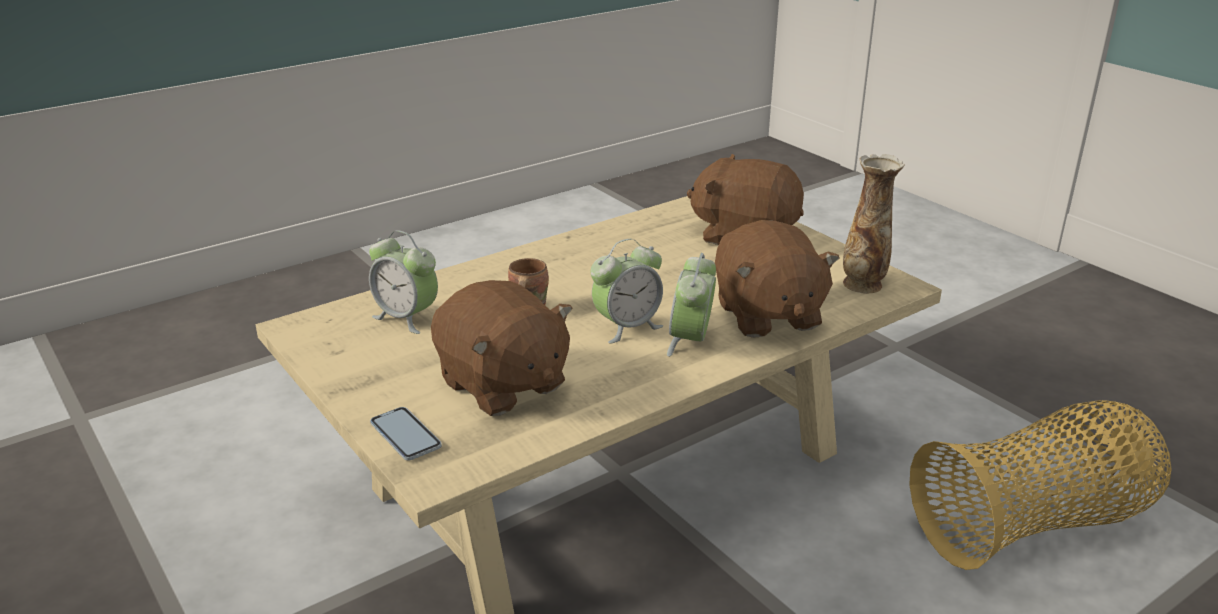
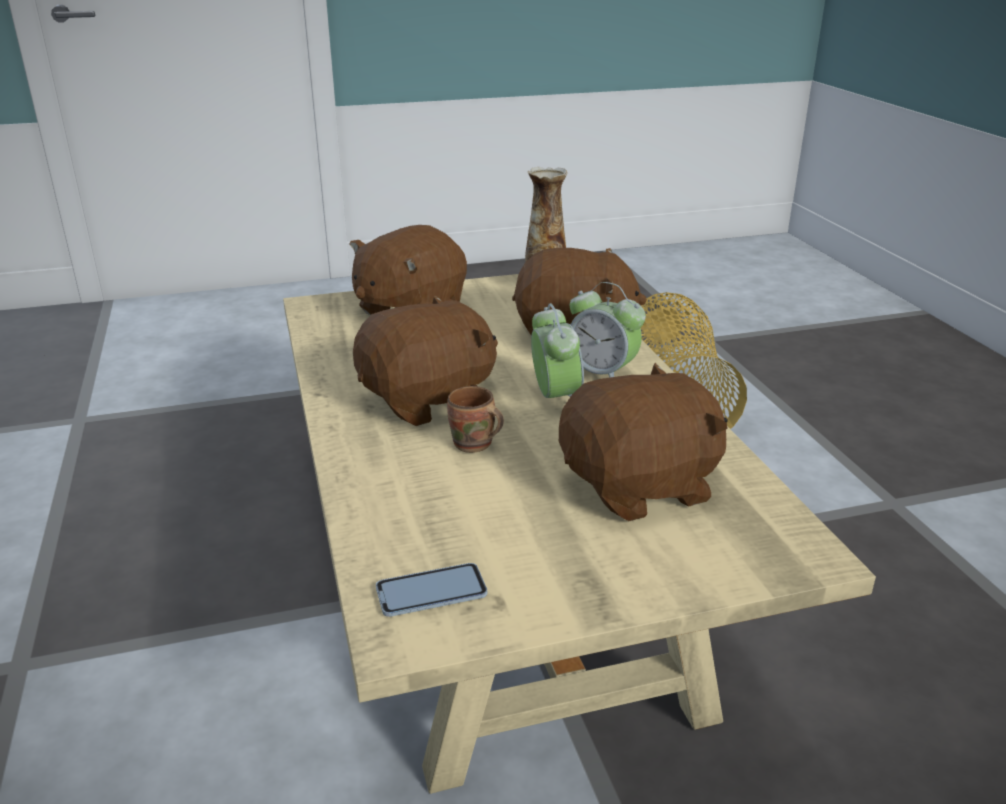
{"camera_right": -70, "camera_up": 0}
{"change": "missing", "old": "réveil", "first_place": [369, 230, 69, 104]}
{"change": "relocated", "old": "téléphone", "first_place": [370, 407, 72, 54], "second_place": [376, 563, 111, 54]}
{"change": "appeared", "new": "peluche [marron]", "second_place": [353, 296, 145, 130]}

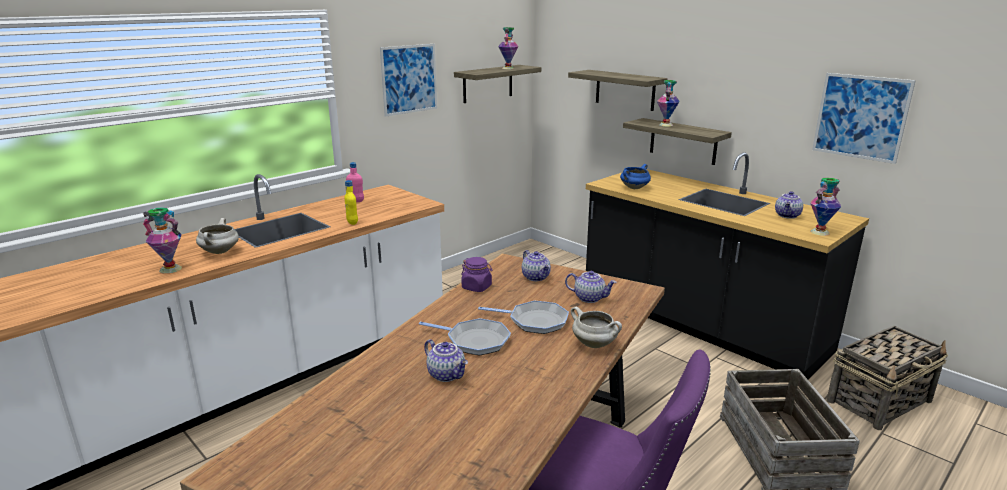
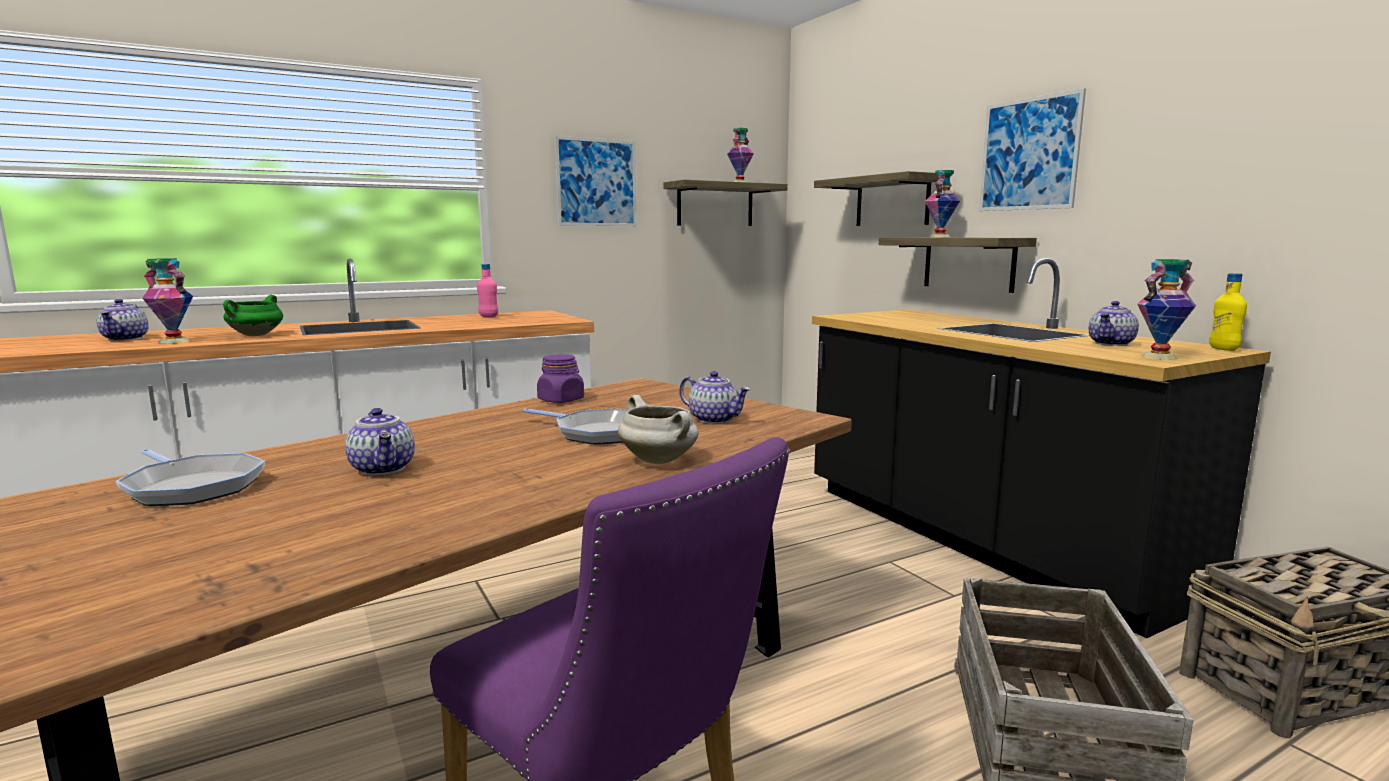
{"camera_right": 15, "camera_up": -10}
{"change": "relocated", "old": "tableau", "first_place": [812, 73, 104, 91], "second_place": [979, 88, 107, 123]}
{"change": "missing", "old": "marmite [bleu]", "first_place": [620, 164, 31, 25]}
{"change": "relocated", "old": "bouteille [jaune]", "first_place": [344, 180, 14, 45], "second_place": [1209, 273, 38, 78]}
{"change": "colour", "old": "marmite [blanc]", "new": "marmite [vert]", "first_place": [196, 218, 43, 36], "second_place": [223, 295, 60, 41]}
{"change": "relocated", "old": "théière", "first_place": [522, 250, 29, 31], "second_place": [97, 299, 52, 42]}
{"change": "relocated", "old": "poêle", "first_place": [419, 318, 92, 37], "second_place": [115, 449, 150, 57]}

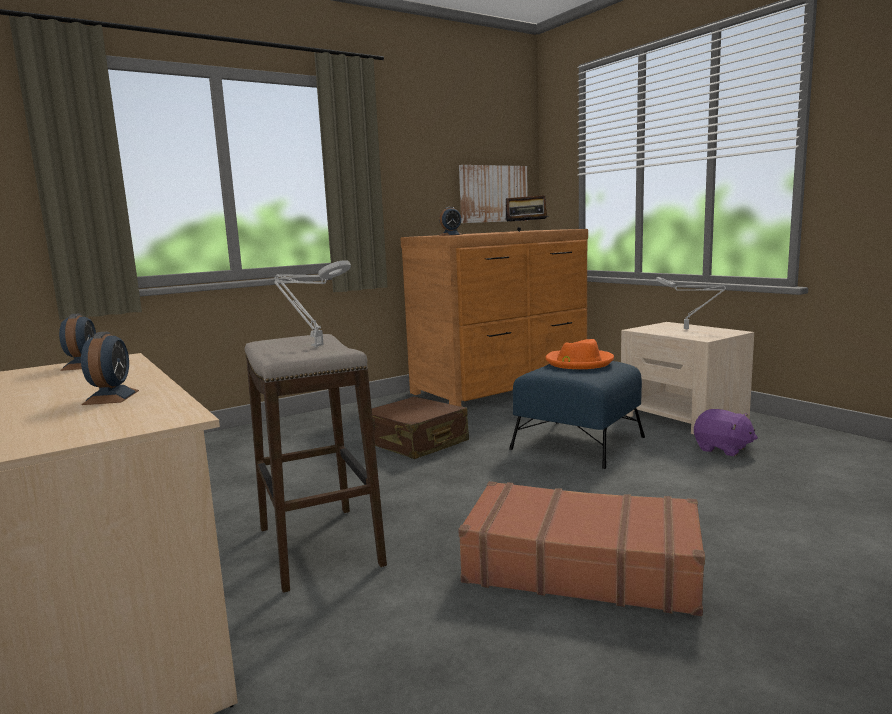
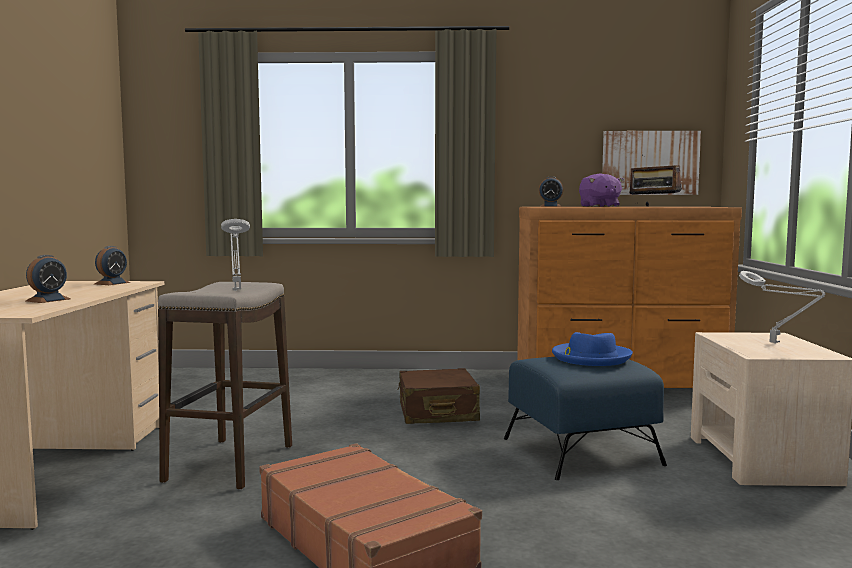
{"camera_right": 35, "camera_up": -5}
{"change": "colour", "old": "chapeau [orange]", "new": "chapeau [bleu]", "first_place": [545, 339, 69, 30], "second_place": [552, 332, 81, 34]}
{"change": "relocated", "old": "peluche [violet]", "first_place": [694, 409, 64, 47], "second_place": [579, 173, 45, 34]}

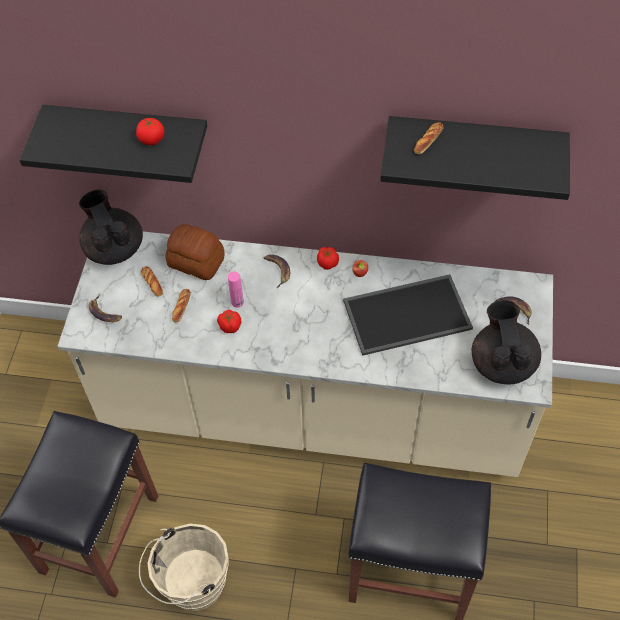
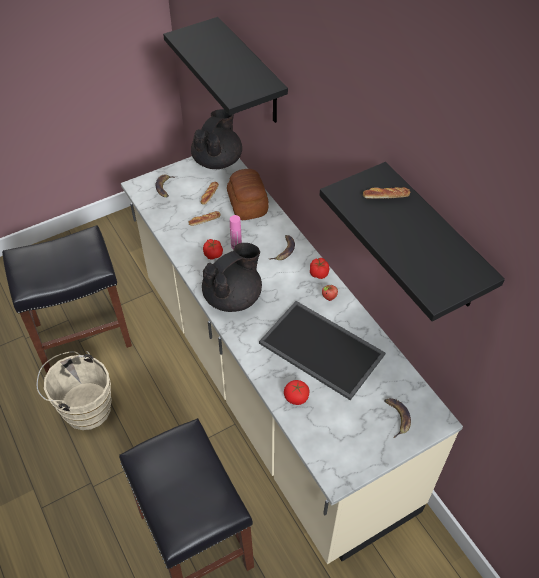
{"camera_right": 50, "camera_up": -5}
{"change": "relocated", "old": "tomate", "first_place": [136, 118, 28, 27], "second_place": [284, 380, 25, 25]}
{"change": "relocated", "old": "théière [noir]", "first_place": [472, 300, 69, 84], "second_place": [202, 243, 60, 69]}

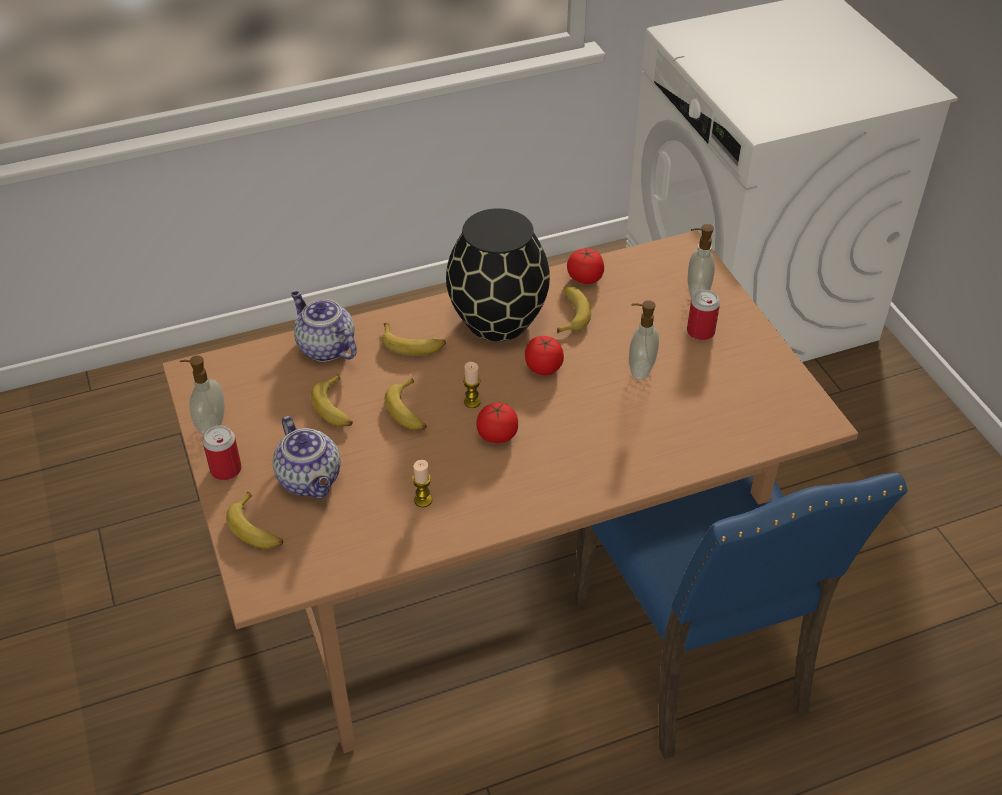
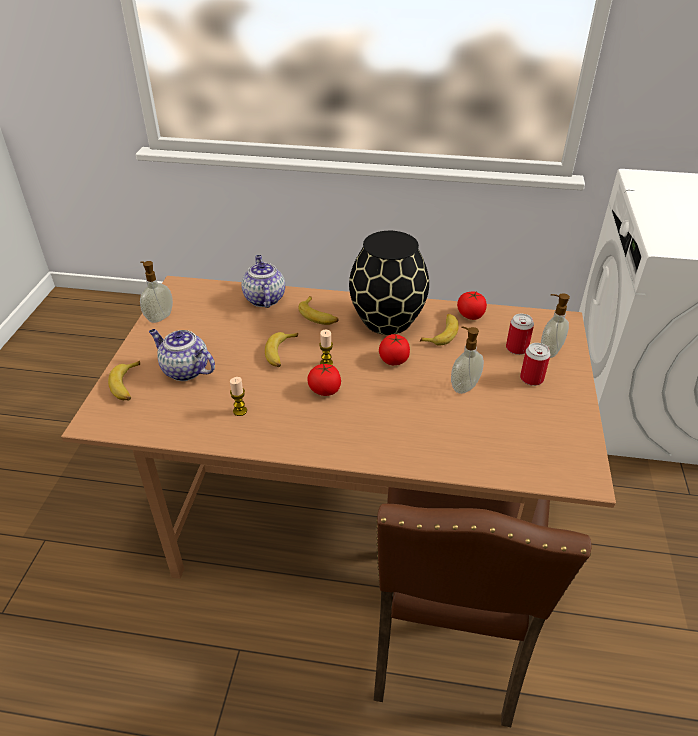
{"camera_right": 30, "camera_up": -5}
{"change": "missing", "old": "banane", "first_place": [311, 374, 42, 53]}
{"change": "spun", "old": "théière", "first_place": [273, 416, 68, 82], "second_place": [149, 329, 66, 52], "degrees": 120}
{"change": "relocated", "old": "boîte métallique", "first_place": [203, 426, 39, 54], "second_place": [506, 314, 28, 41]}
{"change": "colour", "old": "chaise [bleu]", "new": "chaise [marron]", "first_place": [573, 473, 335, 286], "second_place": [374, 487, 218, 240]}

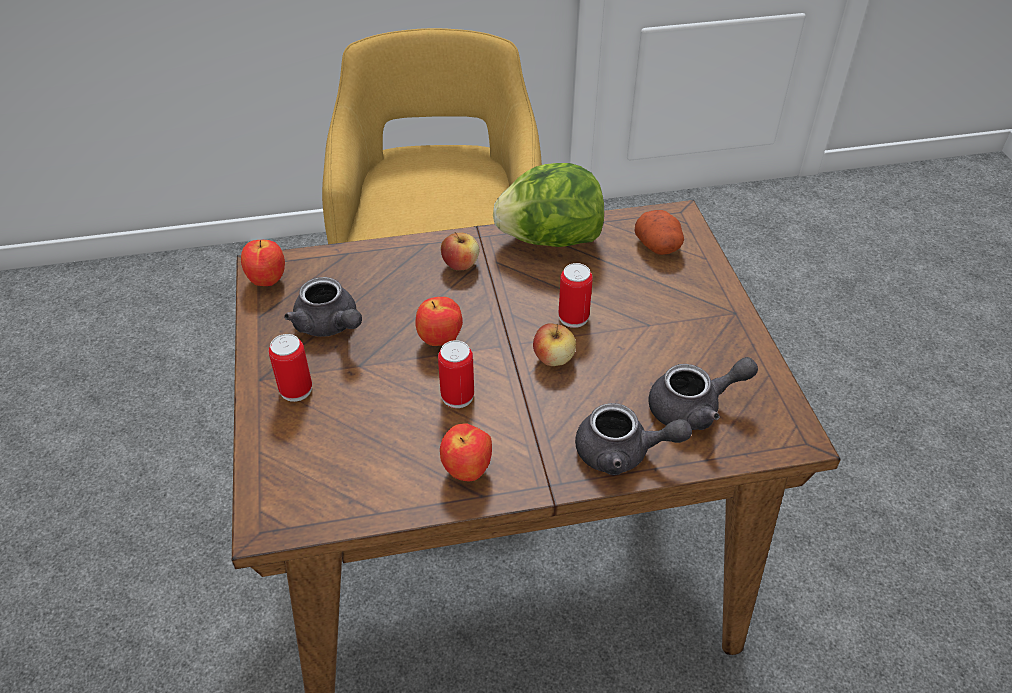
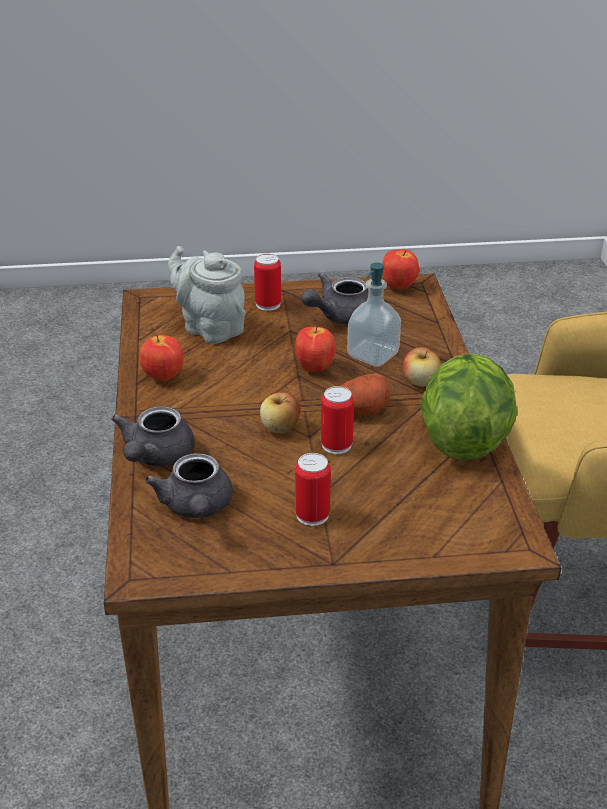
{"camera_right": 95, "camera_up": -10}
{"change": "relocated", "old": "pomme de terre", "first_place": [634, 210, 50, 45], "second_place": [340, 373, 51, 42]}
{"change": "relocated", "old": "boîte métallique", "first_place": [438, 340, 36, 68], "second_place": [295, 453, 36, 73]}
{"change": "appeared", "new": "théière [gris]", "second_place": [168, 246, 77, 98]}
{"change": "appeared", "new": "distributeur de savon", "second_place": [347, 263, 54, 104]}

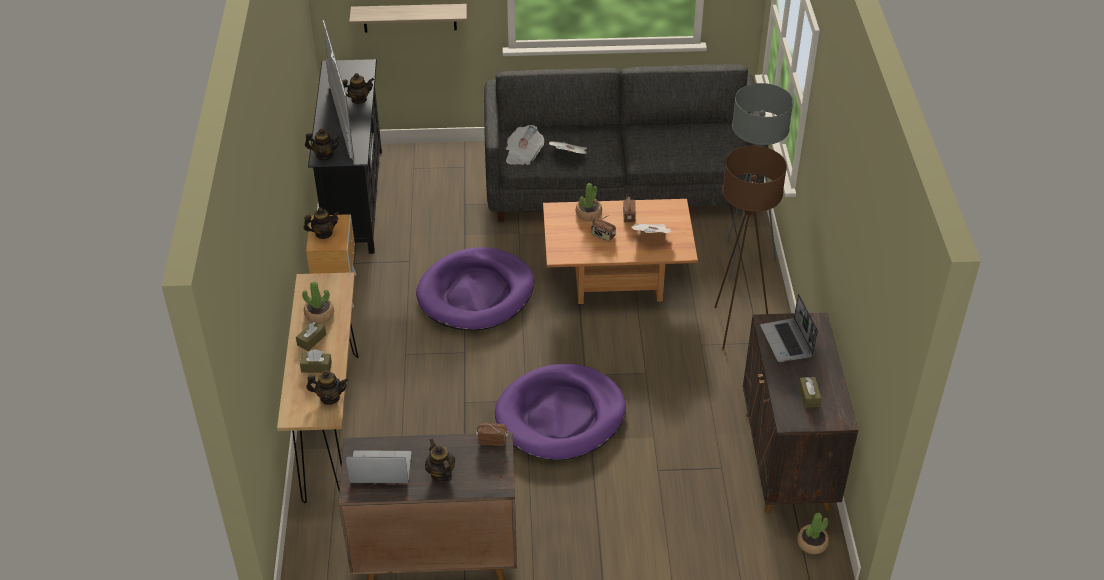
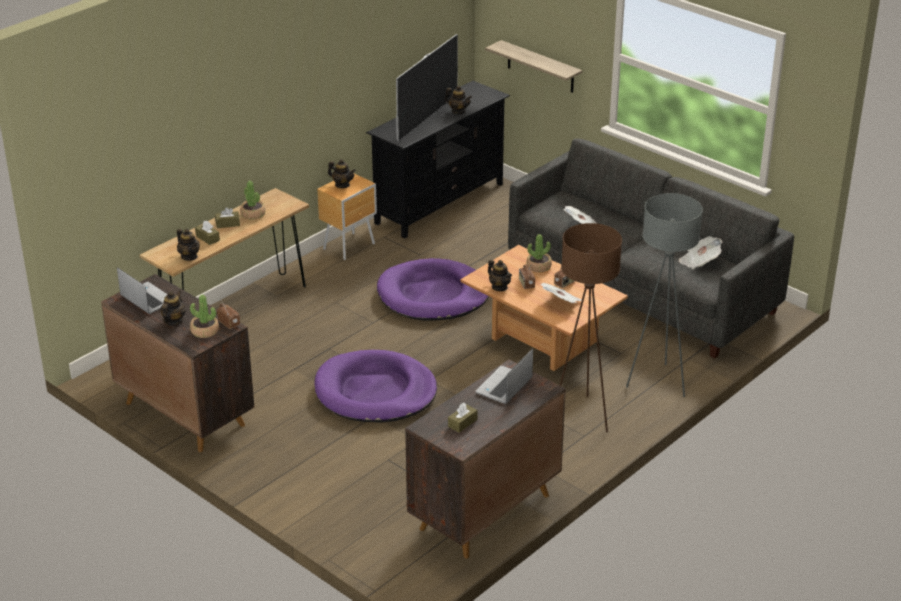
{"camera_right": 45, "camera_up": -10}
{"change": "relocated", "old": "journal", "first_place": [506, 125, 38, 40], "second_place": [679, 236, 44, 33]}
{"change": "relocated", "old": "théière", "first_place": [305, 128, 35, 32], "second_place": [488, 260, 24, 31]}
{"change": "relocated", "old": "plante en pot", "first_place": [797, 512, 32, 42], "second_place": [190, 295, 29, 43]}

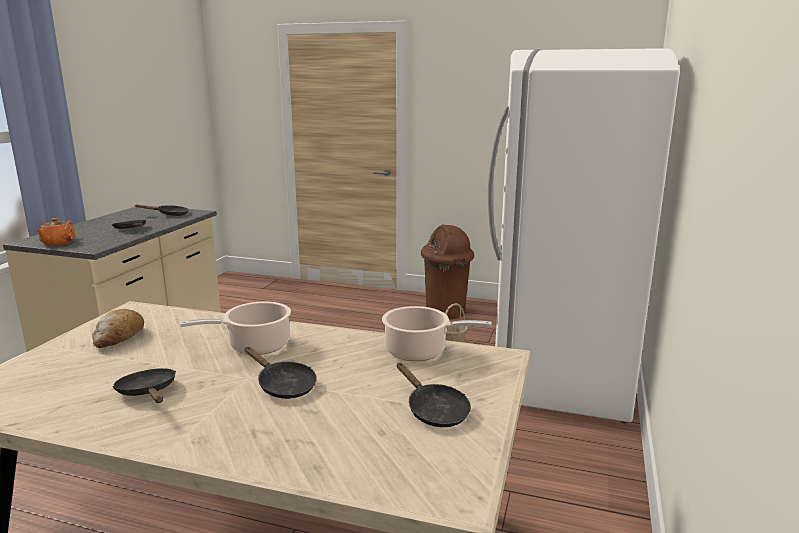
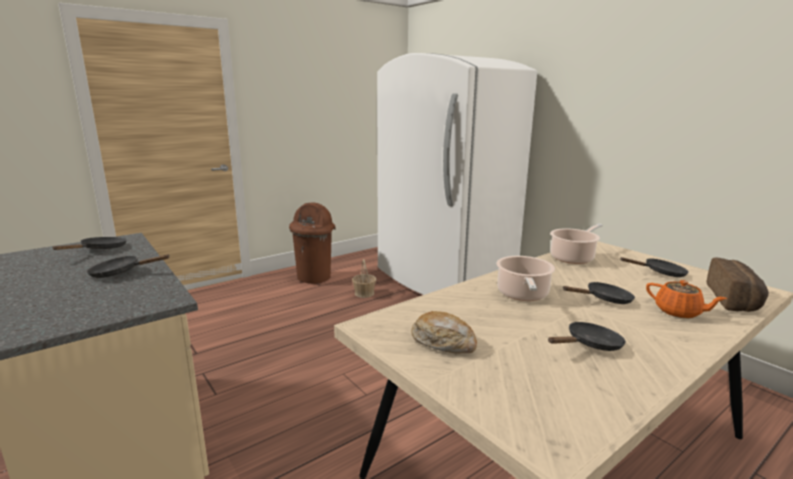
{"camera_right": -55, "camera_up": 0}
{"change": "relocated", "old": "théière [orange]", "first_place": [36, 218, 39, 27], "second_place": [646, 280, 81, 38]}
{"change": "spun", "old": "poêle [noir]", "first_place": [113, 368, 63, 35], "second_place": [548, 322, 78, 29], "degrees": 150}
{"change": "appeared", "new": "pain", "second_place": [707, 257, 62, 55]}

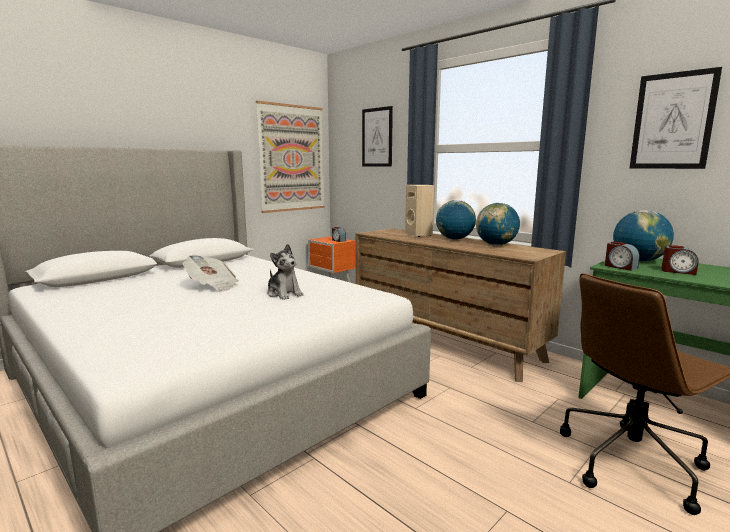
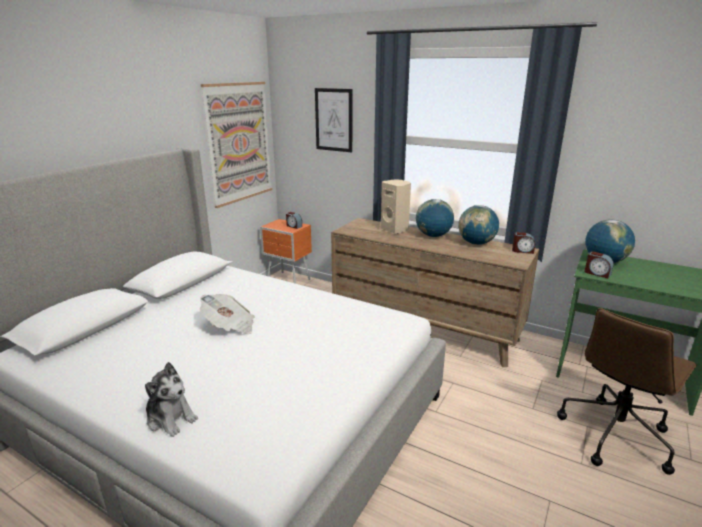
{"camera_right": -15, "camera_up": 10}
{"change": "missing", "old": "tableau", "first_place": [630, 67, 92, 102]}
{"change": "relocated", "old": "peluche", "first_place": [267, 244, 37, 56], "second_place": [145, 362, 53, 75]}
{"change": "relocated", "old": "réveil", "first_place": [661, 245, 37, 30], "second_place": [512, 232, 23, 22]}

